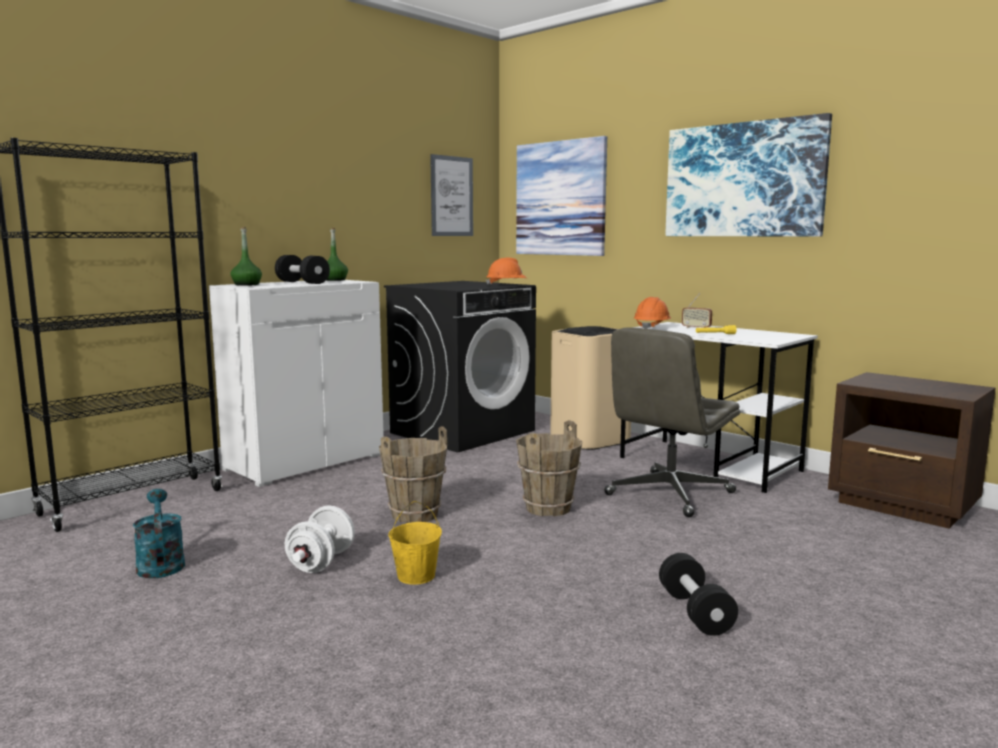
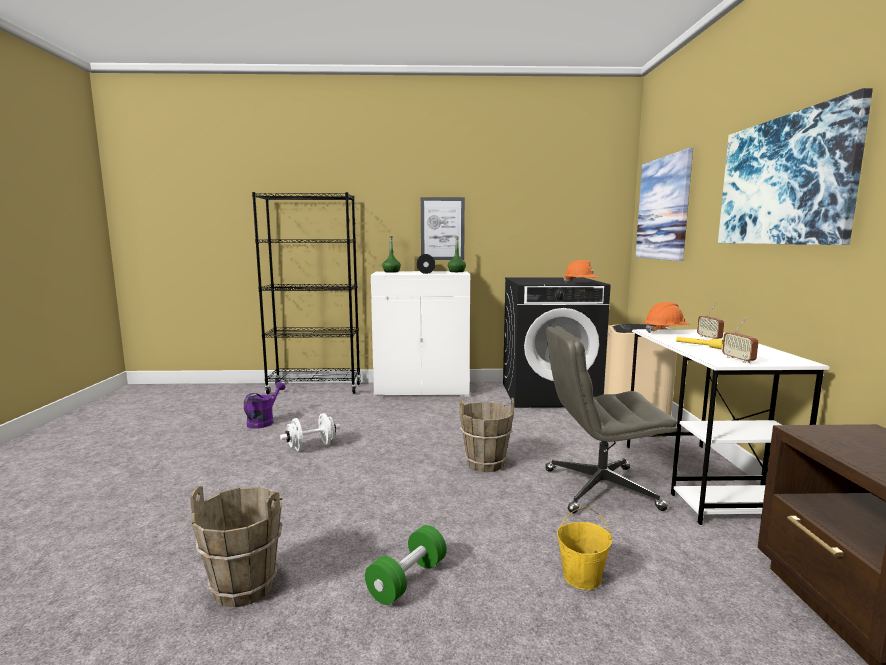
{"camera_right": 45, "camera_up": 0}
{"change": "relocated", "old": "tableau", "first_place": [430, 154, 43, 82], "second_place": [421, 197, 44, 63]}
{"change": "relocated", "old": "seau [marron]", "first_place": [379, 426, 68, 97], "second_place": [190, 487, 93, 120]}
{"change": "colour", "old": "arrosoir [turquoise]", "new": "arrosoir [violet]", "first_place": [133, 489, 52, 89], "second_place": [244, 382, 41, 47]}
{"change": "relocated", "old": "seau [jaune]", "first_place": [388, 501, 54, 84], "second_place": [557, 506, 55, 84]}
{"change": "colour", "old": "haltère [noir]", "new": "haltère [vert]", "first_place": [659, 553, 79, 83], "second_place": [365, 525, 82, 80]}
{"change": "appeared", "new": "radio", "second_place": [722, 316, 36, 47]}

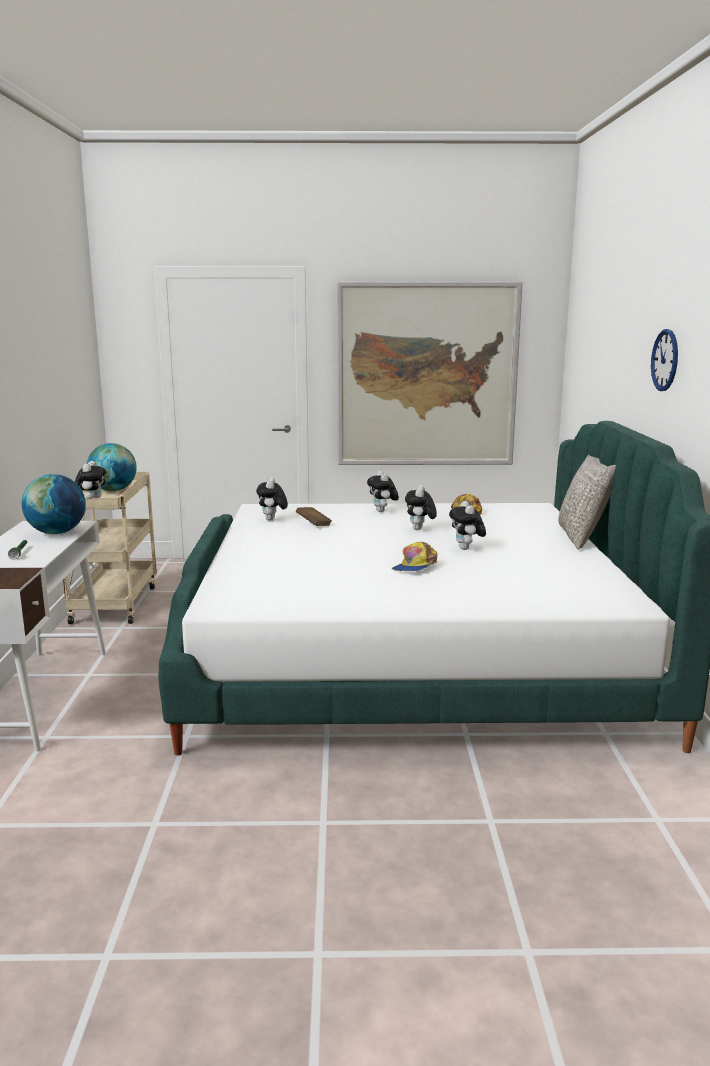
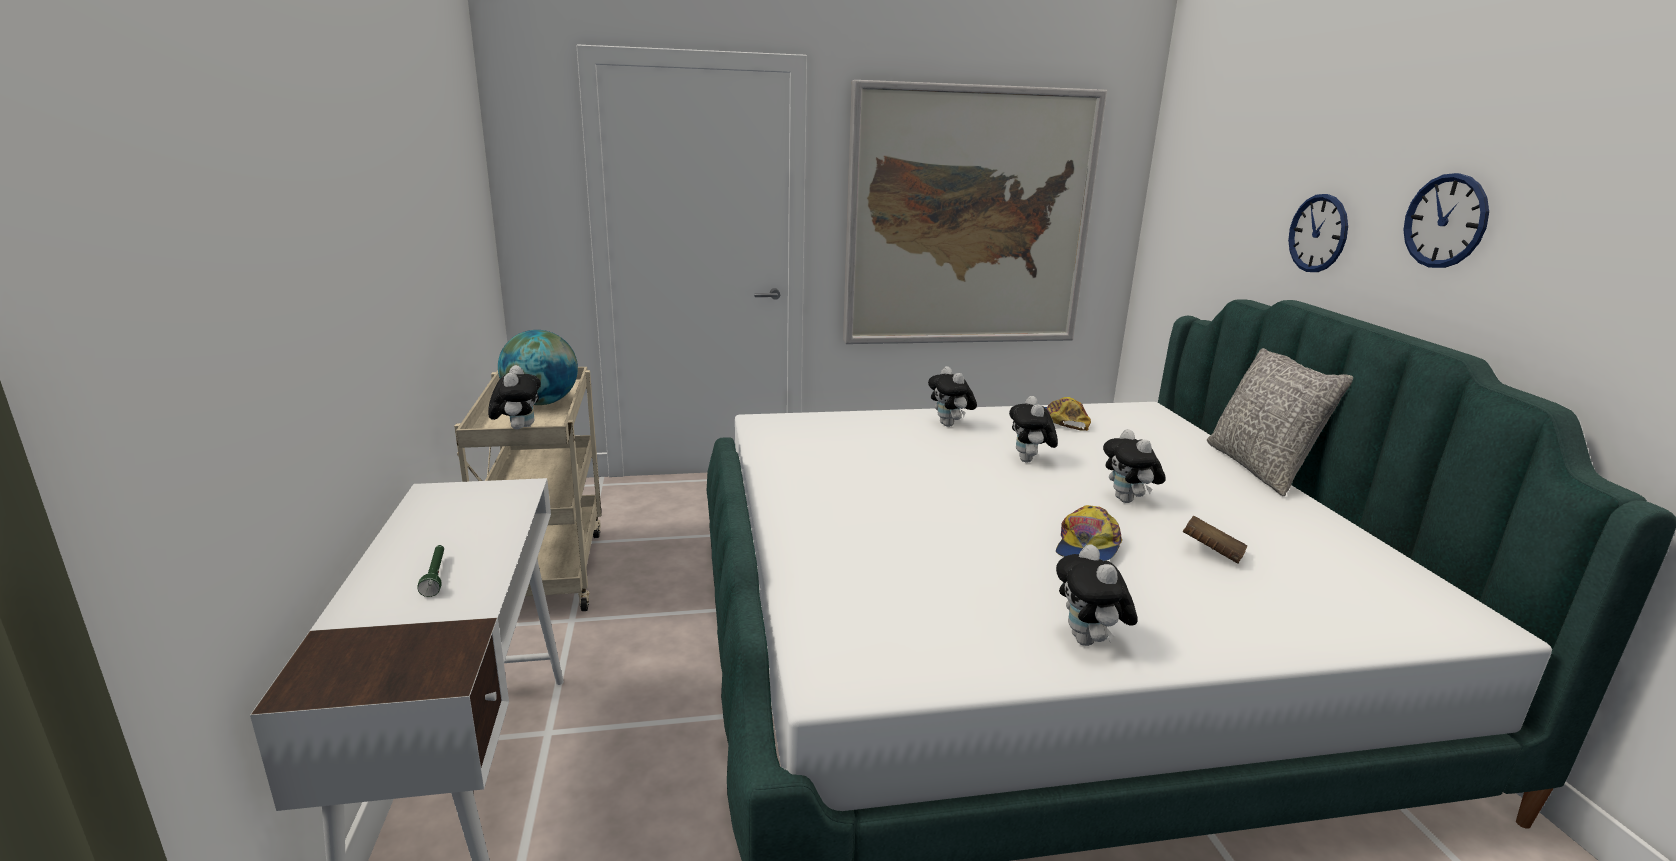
{"camera_right": -10, "camera_up": 5}
{"change": "missing", "old": "globe", "first_place": [22, 474, 64, 60]}
{"change": "relocated", "old": "peluche", "first_place": [256, 477, 32, 44], "second_place": [1056, 544, 82, 102]}
{"change": "relocated", "old": "livre [marron]", "first_place": [296, 507, 36, 19], "second_place": [1183, 516, 64, 48]}
{"change": "appeared", "new": "horloge murale", "second_place": [1288, 194, 60, 78]}

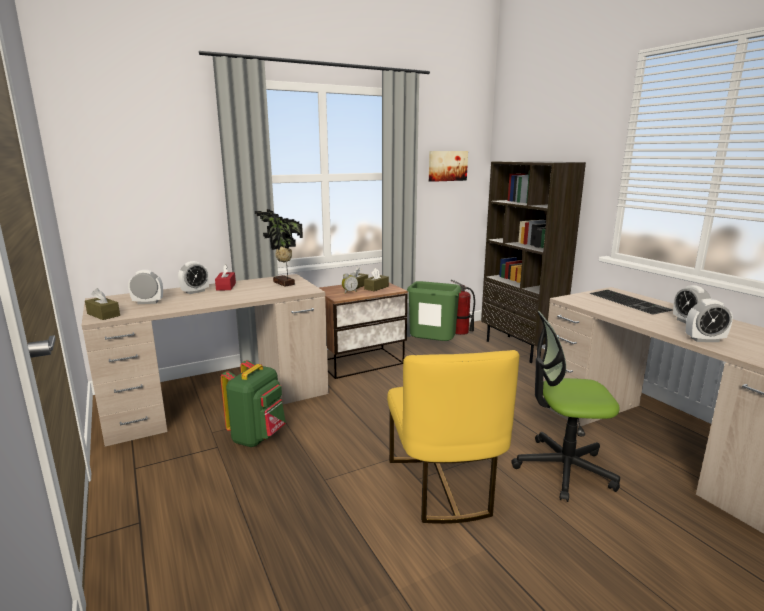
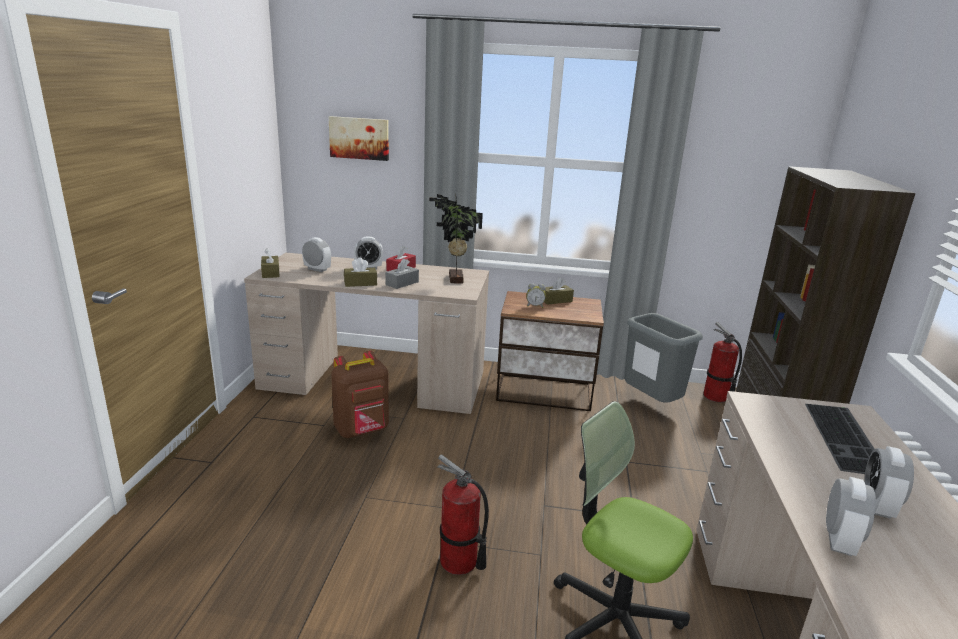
{"camera_right": 35, "camera_up": 5}
{"change": "relocated", "old": "tableau", "first_place": [429, 151, 39, 31], "second_place": [329, 116, 60, 45]}
{"change": "relocated", "old": "boîte à mouchoirs [marron]", "first_place": [364, 268, 25, 23], "second_place": [344, 257, 33, 30]}
{"change": "colour", "old": "poubelle [vert]", "new": "poubelle [gris]", "first_place": [407, 281, 54, 60], "second_place": [624, 313, 79, 90]}
{"change": "spun", "old": "réveil", "first_place": [686, 300, 47, 42], "second_place": [826, 477, 50, 79], "degrees": -105}
{"change": "exchanged", "old": "chaise [jaune]", "new": "extincteur", "first_place": [387, 350, 132, 174], "second_place": [437, 454, 52, 121]}
{"change": "colour", "old": "sac à dos [vert]", "new": "sac à dos [marron]", "first_place": [220, 360, 66, 87], "second_place": [331, 351, 58, 87]}
{"change": "appeared", "new": "boîte à mouchoirs [gris]", "second_place": [385, 258, 34, 31]}

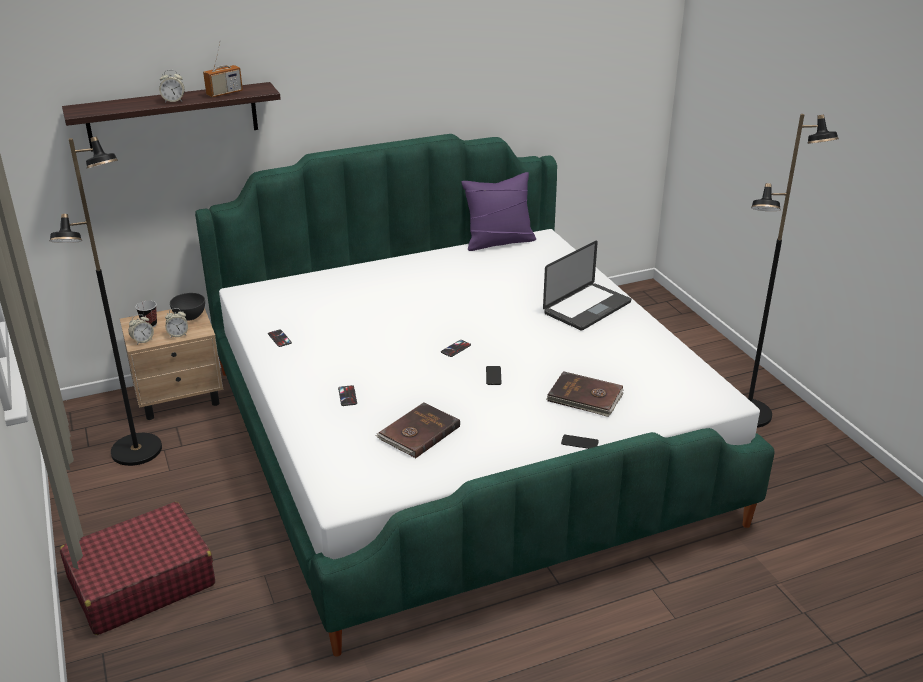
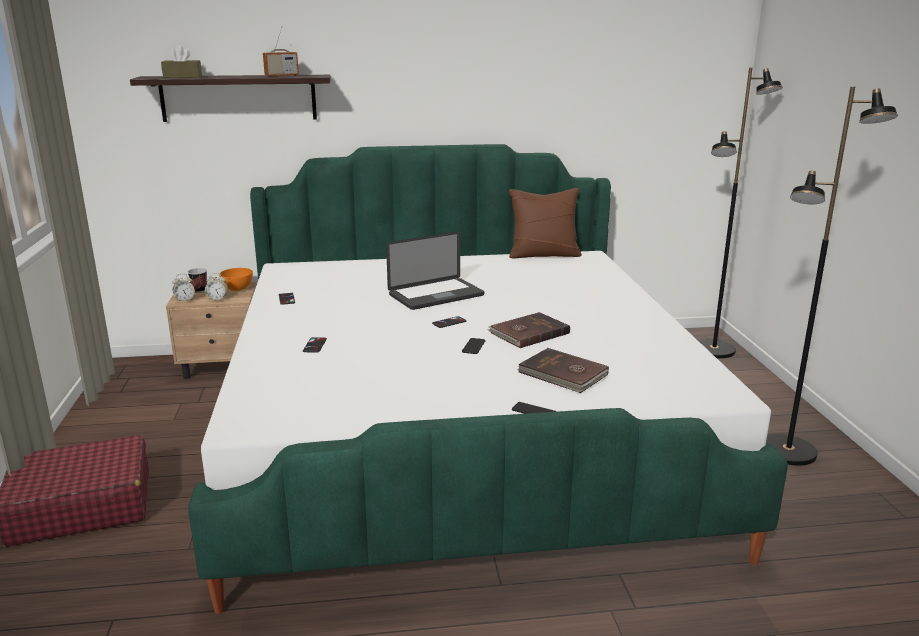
{"camera_right": 15, "camera_up": -10}
{"change": "missing", "old": "réveil", "first_place": [159, 69, 26, 34]}
{"change": "relocated", "old": "lampadaire [noir]", "first_place": [49, 137, 113, 329], "second_place": [698, 67, 85, 291]}
{"change": "colour", "old": "coussin [violet]", "new": "coussin [marron]", "first_place": [462, 172, 74, 79], "second_place": [509, 188, 73, 71]}
{"change": "relocated", "old": "ordinateur portable", "first_place": [543, 241, 88, 89], "second_place": [386, 231, 98, 79]}
{"change": "colour", "old": "bol [gris]", "new": "bol [orange]", "first_place": [170, 293, 35, 27], "second_place": [219, 268, 34, 23]}
{"change": "relocated", "old": "livre [marron]", "first_place": [376, 402, 84, 56], "second_place": [488, 312, 82, 36]}
{"change": "appeared", "new": "boîte à mouchoirs [marron]", "second_place": [161, 45, 41, 33]}

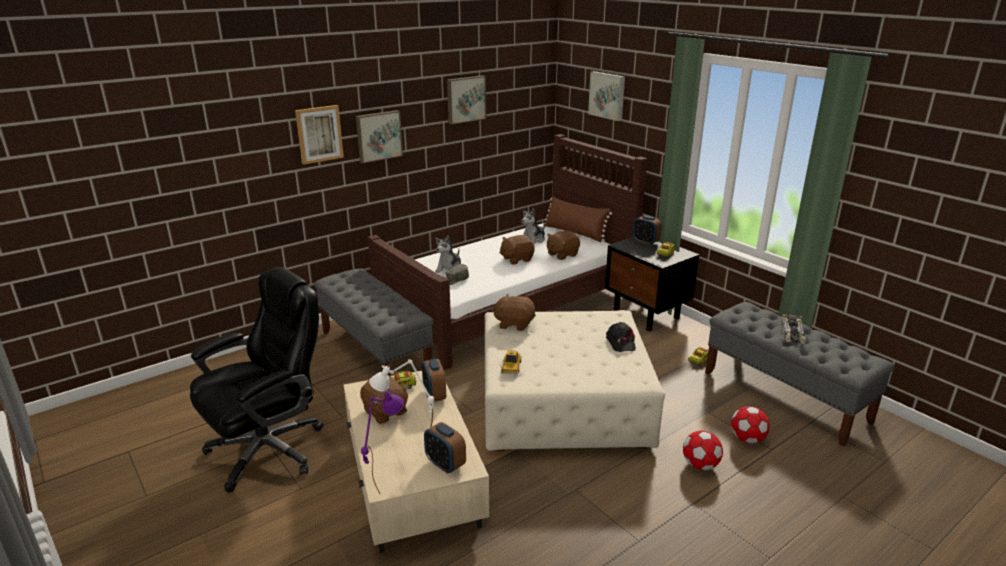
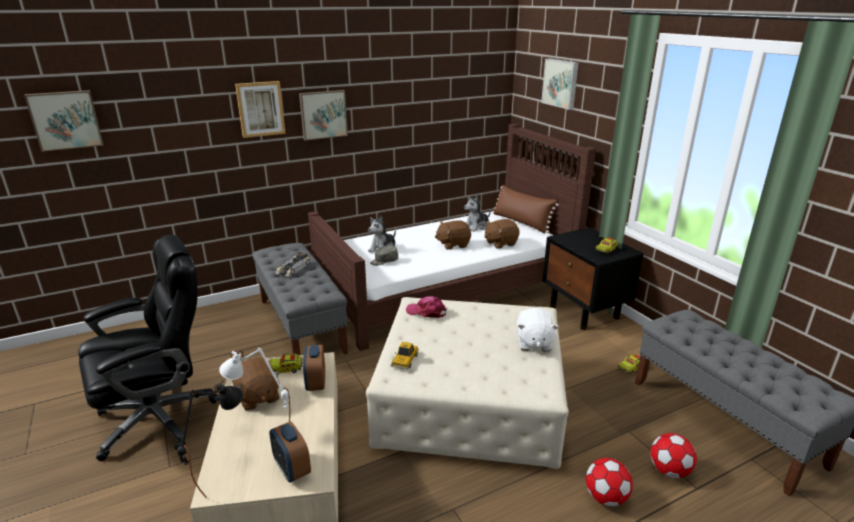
{"camera_right": 10, "camera_up": 0}
{"change": "relocated", "old": "tableau", "first_place": [447, 75, 39, 50], "second_place": [24, 90, 80, 62]}
{"change": "missing", "old": "réveil", "first_place": [633, 215, 29, 30]}
{"change": "exchanged", "old": "peluche [marron]", "new": "casquette [rose]", "first_place": [492, 294, 44, 37], "second_place": [406, 296, 40, 22]}
{"change": "relocated", "old": "petite voiture", "first_place": [781, 314, 25, 30], "second_place": [276, 252, 34, 25]}
{"change": "exchanged", "old": "casquette [noir]", "new": "peluche [blanc]", "first_place": [606, 322, 30, 30], "second_place": [517, 308, 42, 44]}
{"change": "colour", "old": "lampe de table [violet]", "new": "lampe de table [noir]", "first_place": [361, 389, 43, 105], "second_place": [177, 380, 66, 118]}

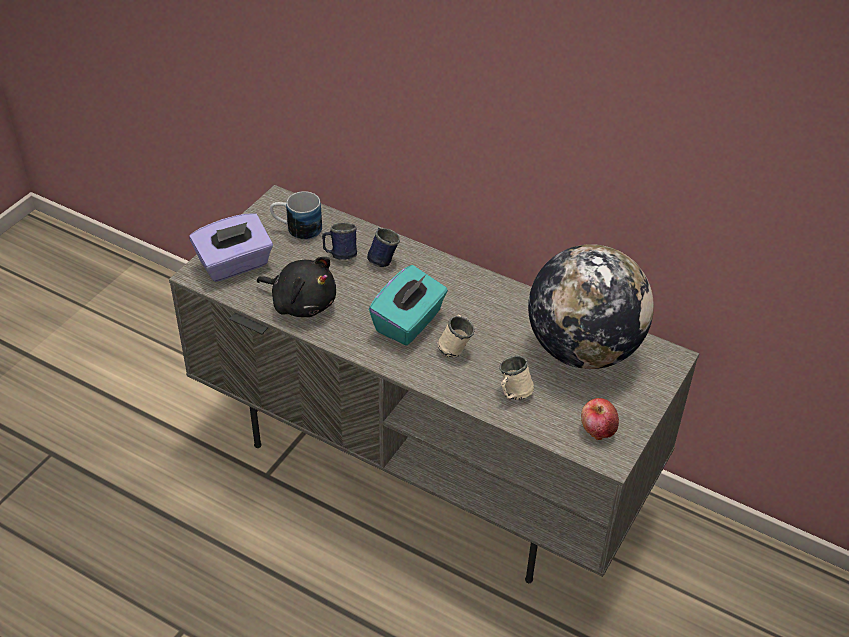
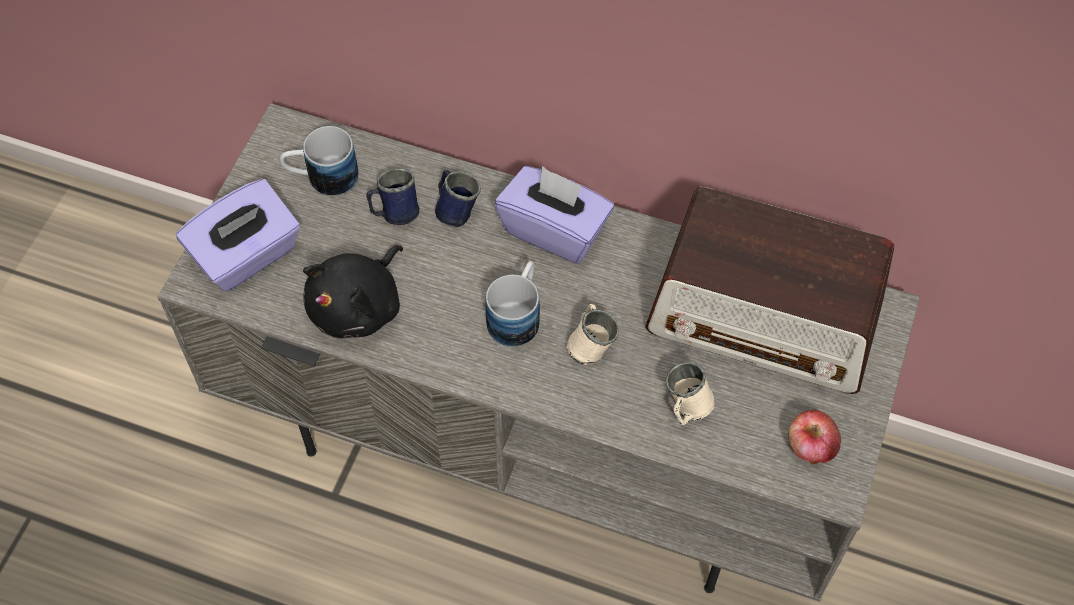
{"camera_right": -10, "camera_up": 15}
{"change": "exchanged", "old": "globe", "new": "radio", "first_place": [528, 244, 126, 125], "second_place": [645, 187, 249, 207]}
{"change": "spun", "old": "peluche [noir]", "first_place": [257, 257, 79, 60], "second_place": [303, 245, 100, 93], "degrees": 105}
{"change": "exchanged", "old": "boîte à mouchoirs [turquoise]", "new": "mug", "first_place": [369, 265, 79, 80], "second_place": [485, 261, 55, 86]}
{"change": "appeared", "new": "boîte à mouchoirs [violet]", "second_place": [495, 166, 119, 98]}

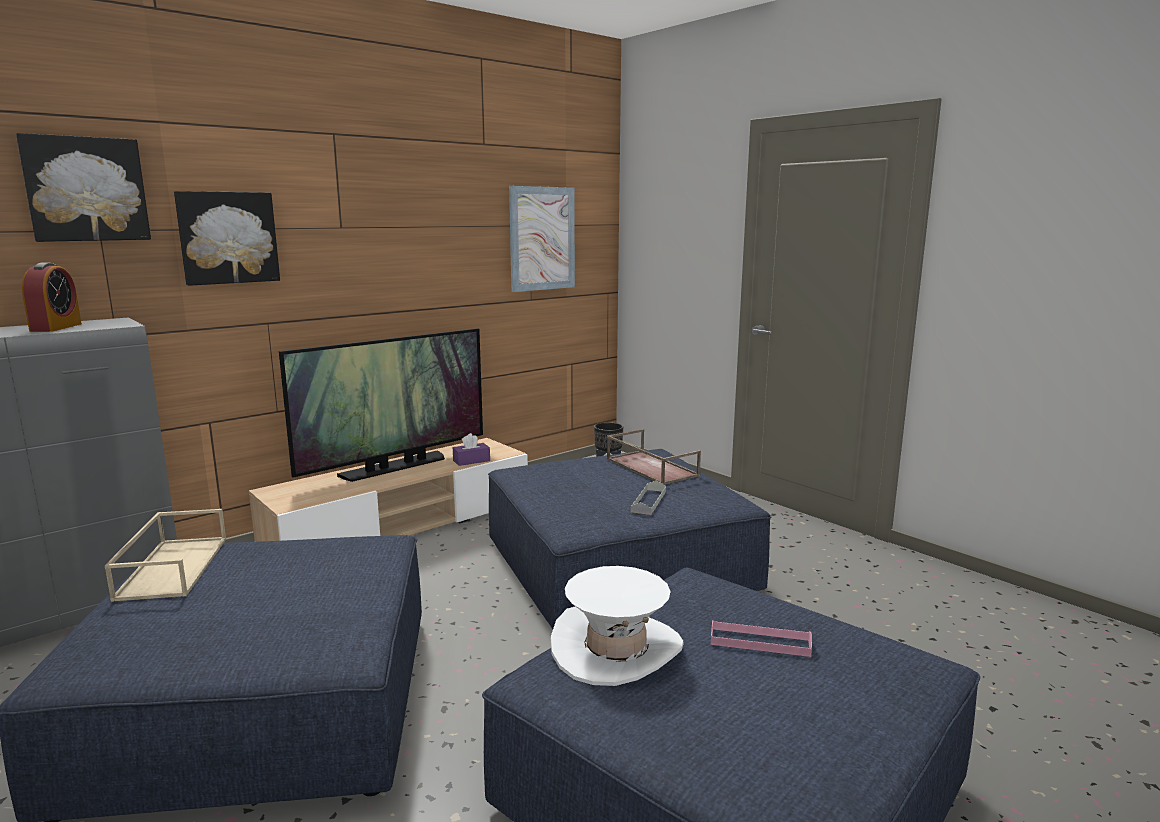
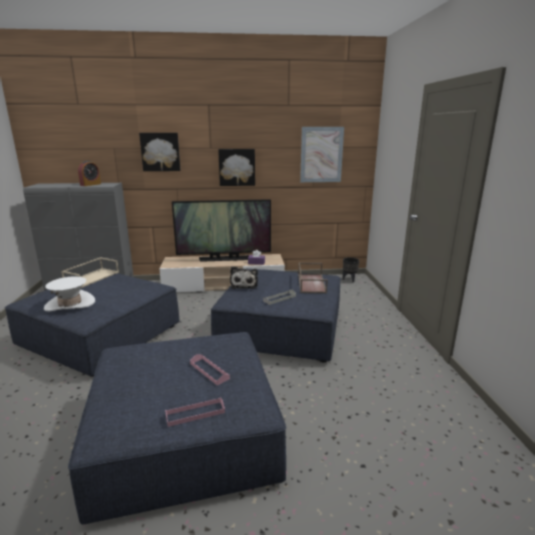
{"camera_right": 35, "camera_up": 5}
{"change": "relocated", "old": "tableau", "first_place": [16, 133, 135, 109], "second_place": [218, 149, 37, 37]}
{"change": "relocated", "old": "chapeau [blanc]", "first_place": [551, 566, 132, 120], "second_place": [44, 276, 51, 35]}
{"change": "appeared", "new": "peluche", "second_place": [230, 266, 28, 23]}
{"change": "appeared", "new": "plateau [rose]", "second_place": [165, 397, 60, 30]}

